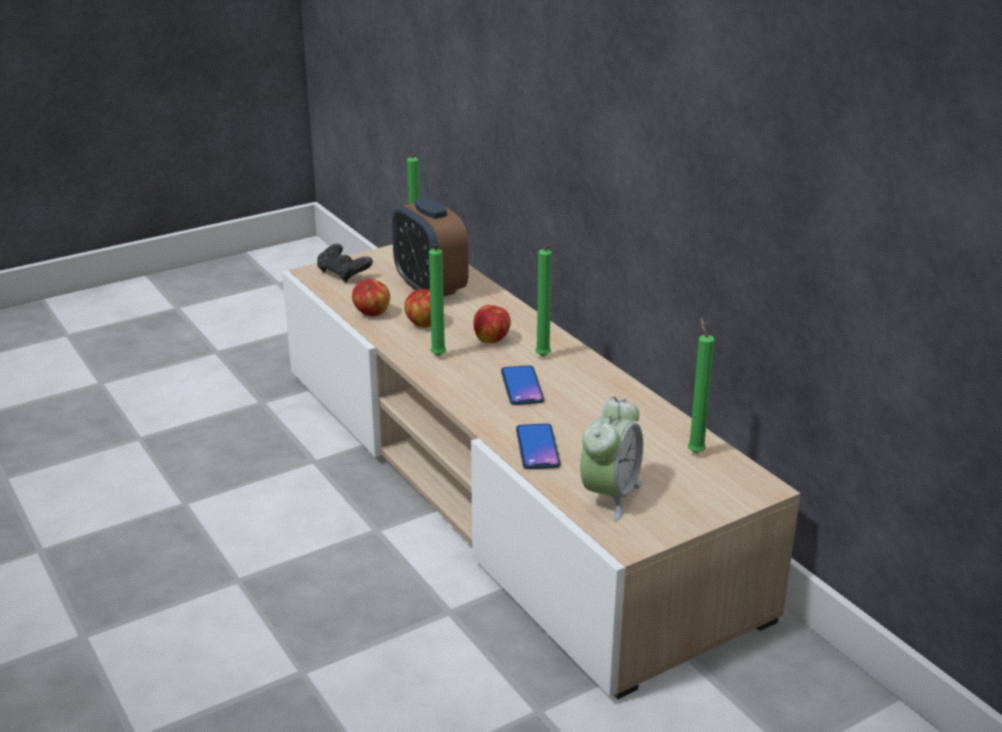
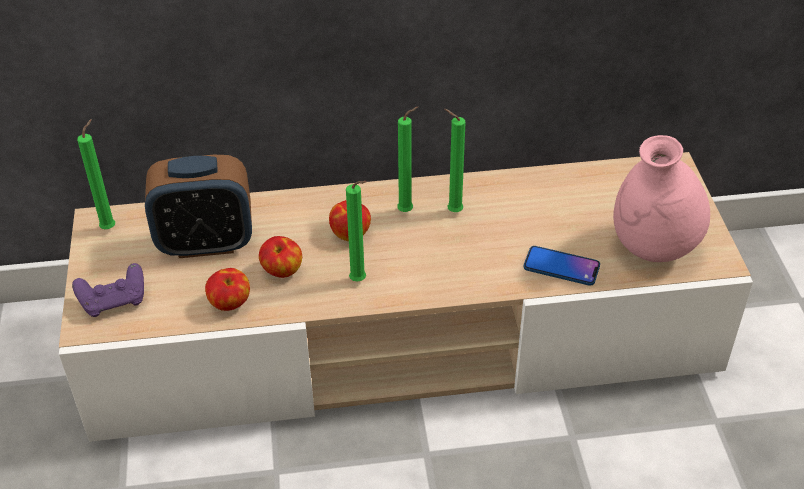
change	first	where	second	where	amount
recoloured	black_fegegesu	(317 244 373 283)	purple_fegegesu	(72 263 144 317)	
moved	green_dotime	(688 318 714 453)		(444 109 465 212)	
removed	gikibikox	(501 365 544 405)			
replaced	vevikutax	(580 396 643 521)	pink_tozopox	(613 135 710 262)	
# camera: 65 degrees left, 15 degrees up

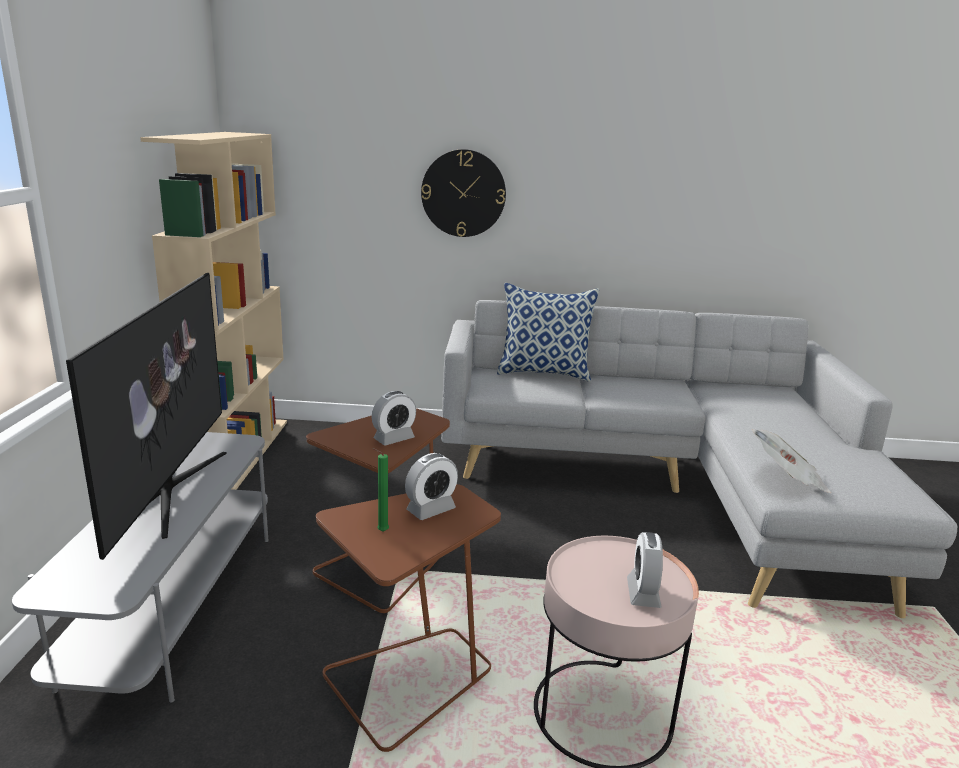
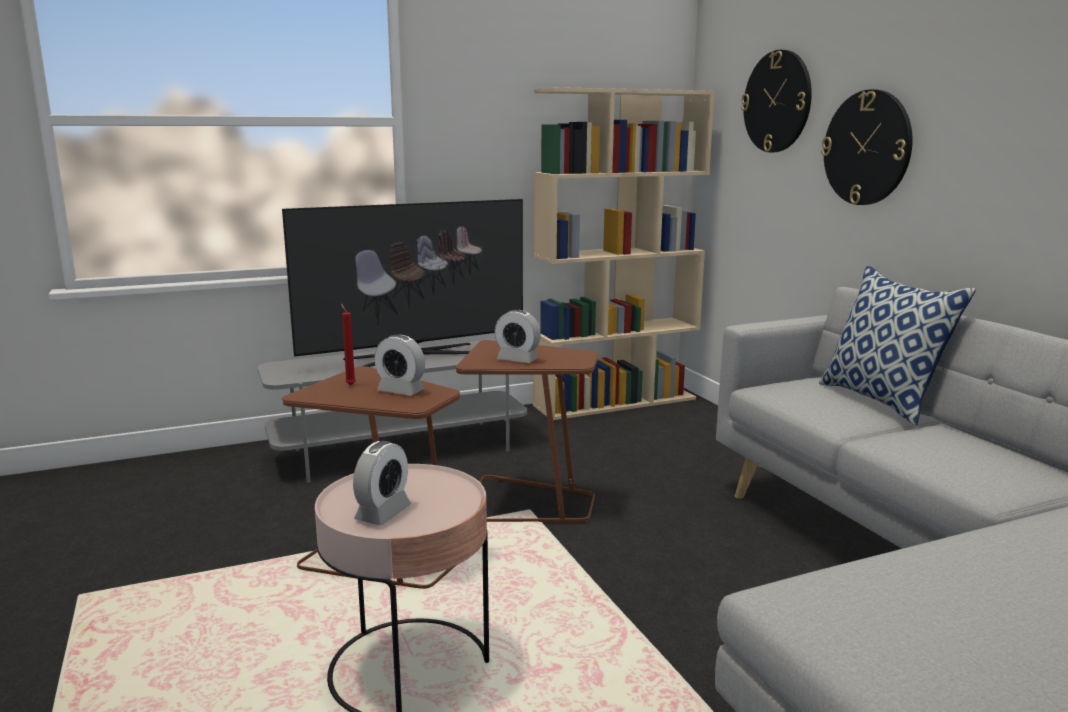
change	first	where	second	where	amount
removed	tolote	(752 429 832 493)			
recoloured	green_dotime	(373 448 389 532)	red_dotime	(341 304 356 385)	
turned	vevikutax	(627 532 663 608)		(353 441 411 525)	135 degrees clockwise
added			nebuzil	(741 50 812 152)	
# camera: 65 degrees right, 5 degrees down

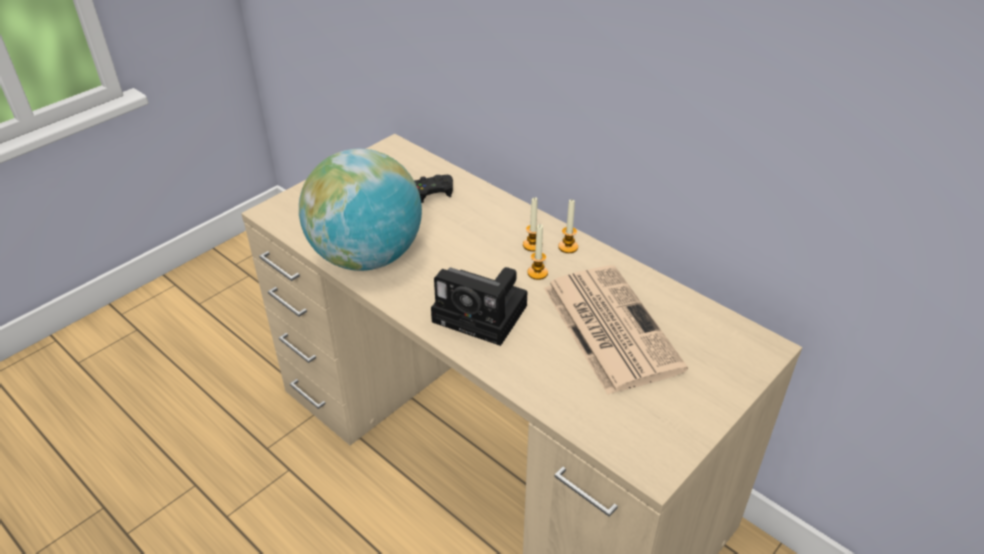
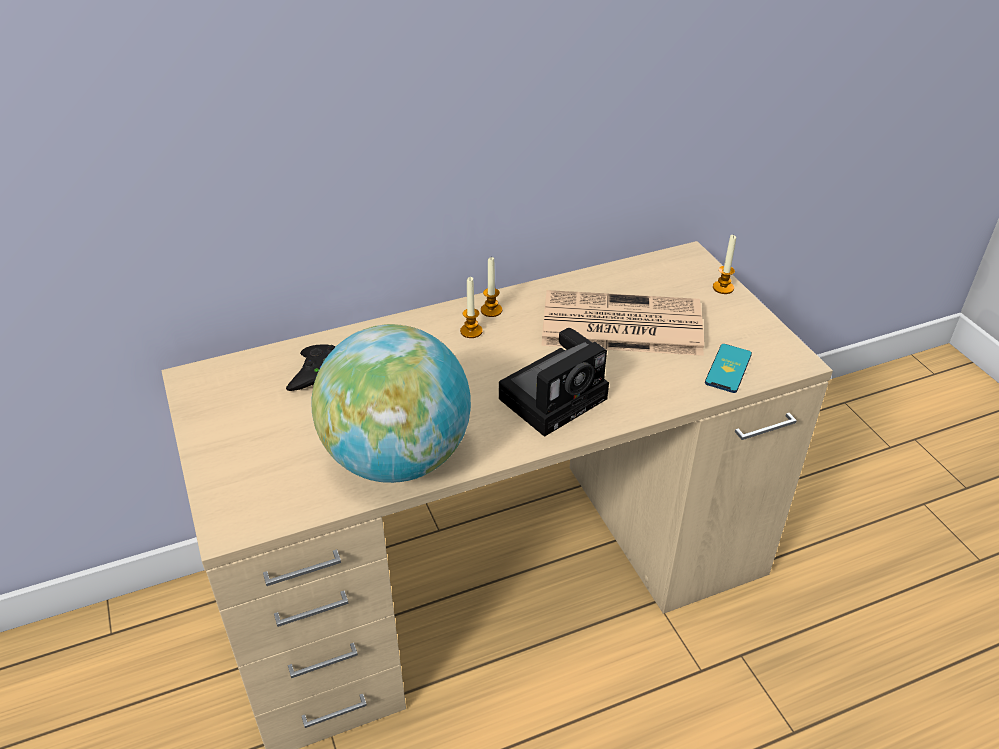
change	first	where	second	where	amount
moved	dotime	(527 224 548 280)		(713 235 736 294)	
added			gikibikox	(705 344 752 393)	
# camera: 65 degrees left, 0 degrees up

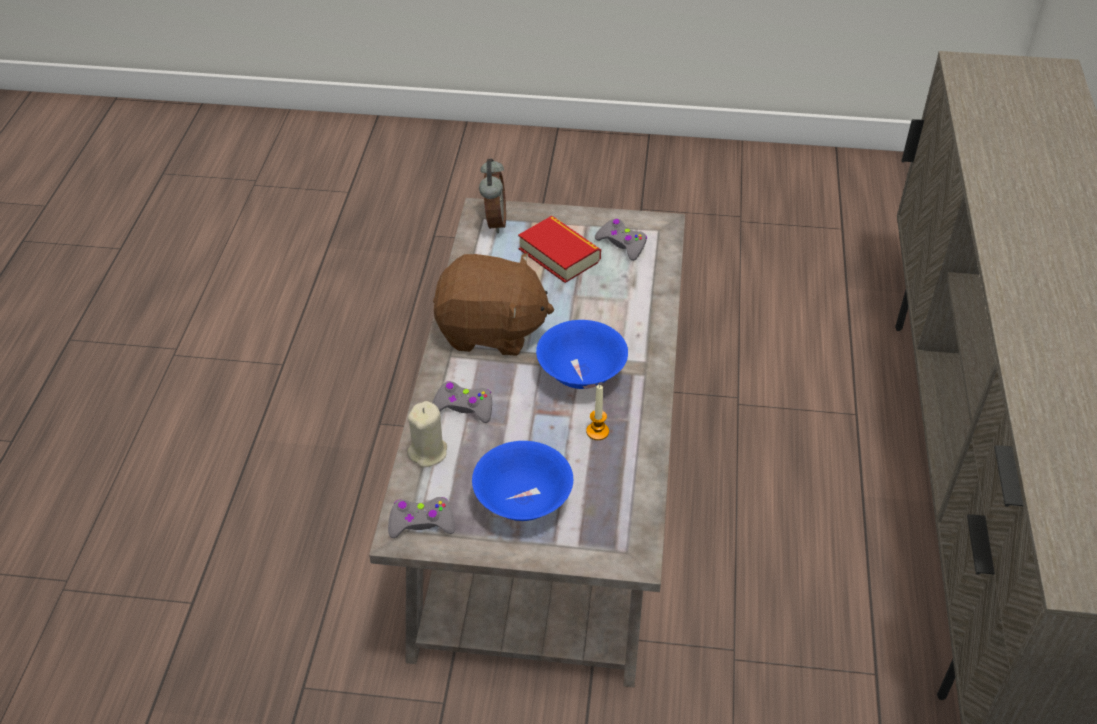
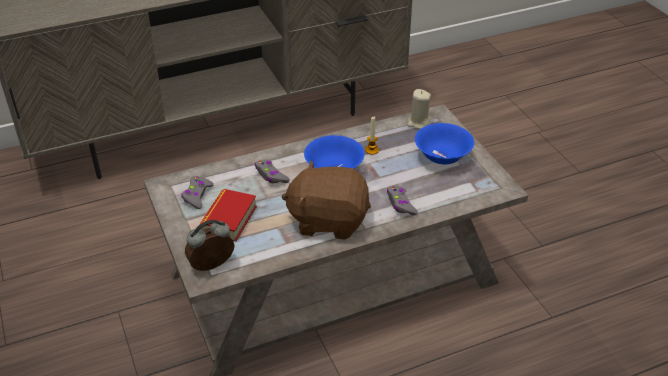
change	first	where	second	where	amount
turned	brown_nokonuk	(433 253 554 356)		(281 160 371 240)	60 degrees counterclockwise
moved	beige_dotime	(407 401 447 467)		(407 89 431 129)	
moved	grey_fegegesu	(388 497 455 538)		(255 160 290 183)	
# camera: 120 degrees left, 5 degrees down

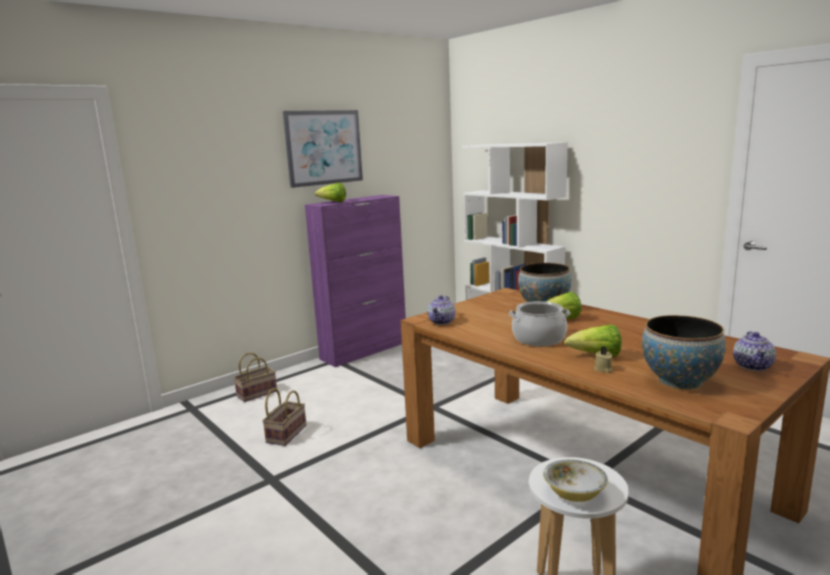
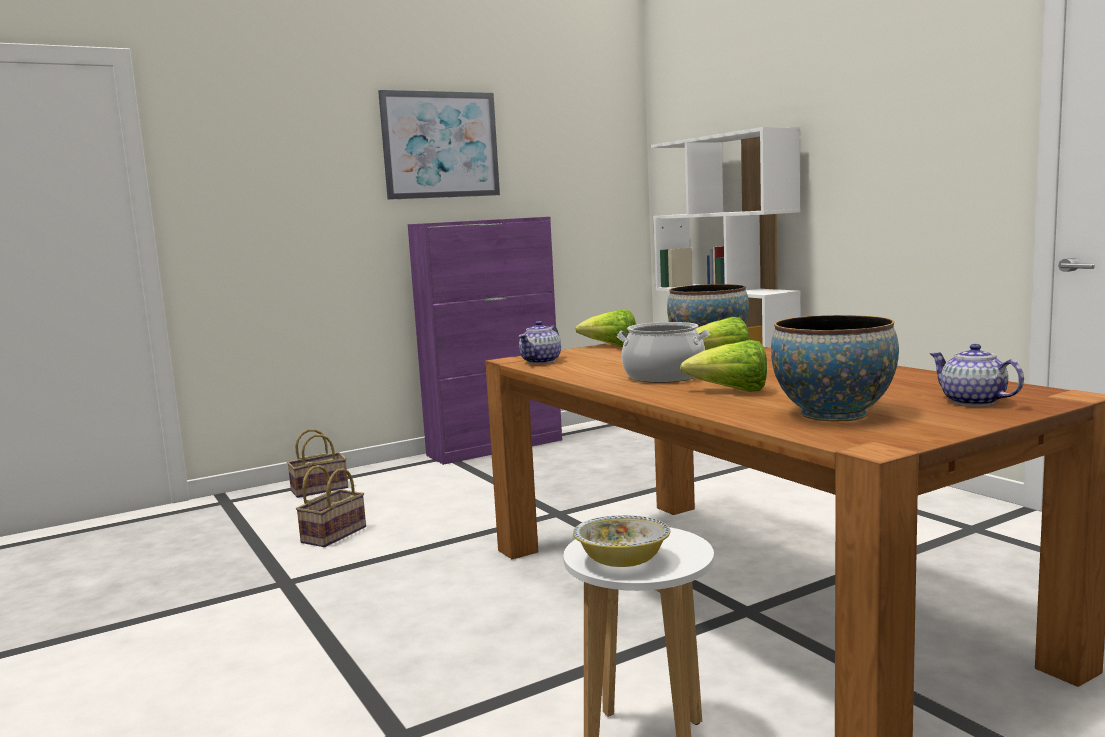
change	first	where	second	where	amount
moved	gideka	(315 183 346 202)		(576 309 636 347)	
turned	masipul	(733 331 776 371)		(930 344 1024 406)	120 degrees clockwise
removed	beige_dotime	(594 347 613 373)			
# camera: 10 degrees right, 5 degrees down

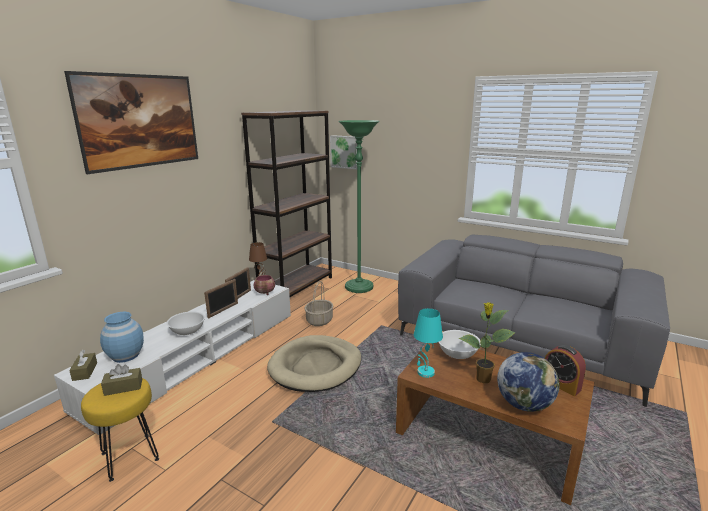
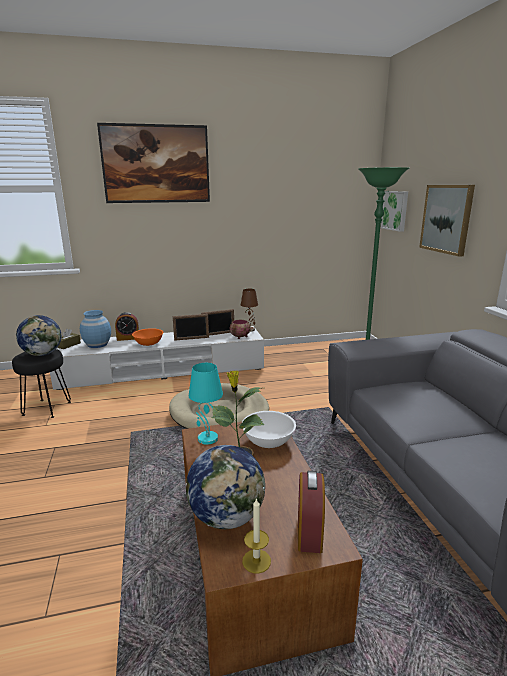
change	first	where	second	where	amount
removed	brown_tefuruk	(241 110 332 297)			
removed	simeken	(305 281 334 326)			
recoloured	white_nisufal	(167 311 205 335)	orange_nisufal	(132 328 163 346)	
replaced	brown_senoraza	(101 364 142 396)	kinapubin	(16 315 61 356)	
recoloured	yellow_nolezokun	(81 378 159 482)	black_nolezokun	(12 349 71 418)	
added			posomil	(419 185 475 257)	
added			vevikutax	(115 312 139 341)	
added			dotime	(242 498 271 574)	
# camera: 45 degrees right, 0 degrees up

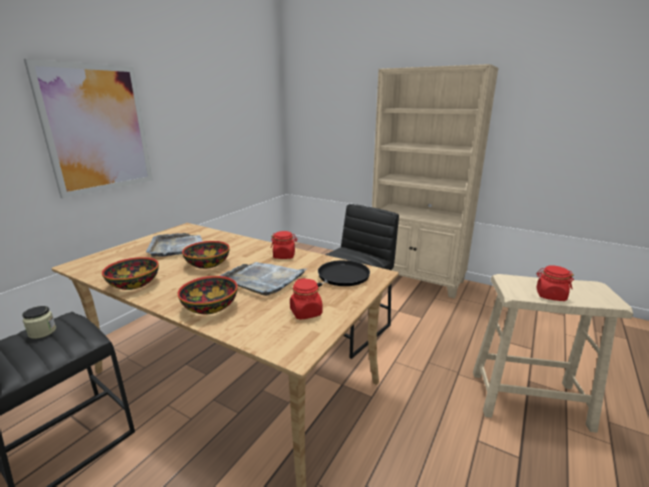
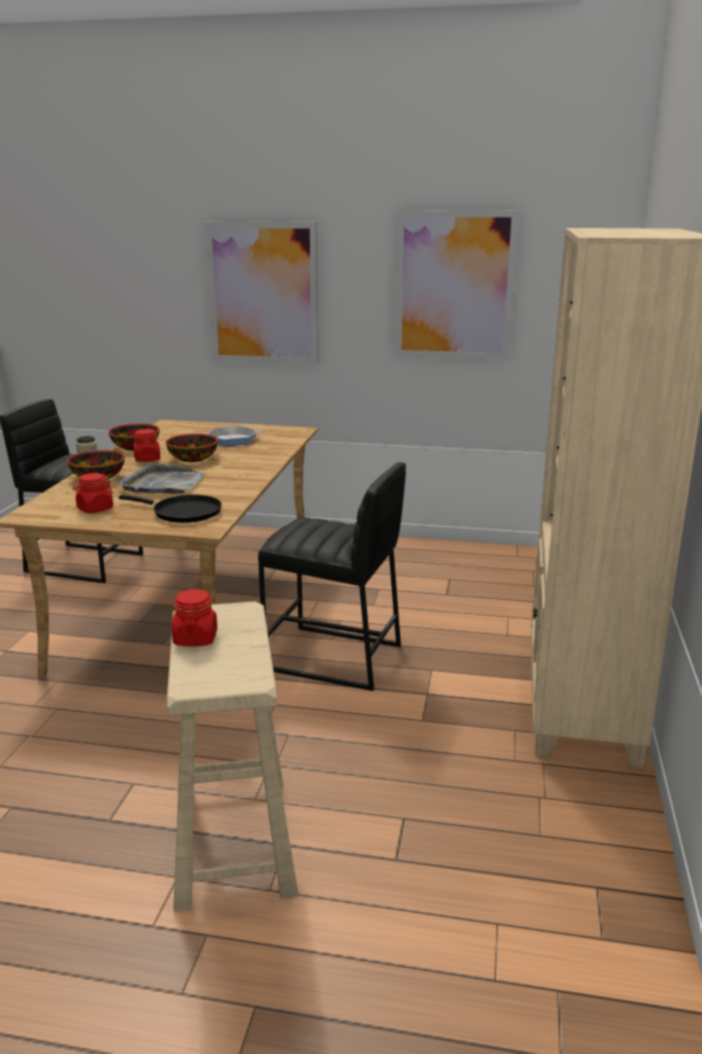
change	first	where	second	where	amount
moved	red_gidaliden	(271 231 297 259)		(133 429 160 462)	
replaced	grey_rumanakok	(146 233 203 257)	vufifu	(207 426 261 446)	
added			posomil	(395 210 519 360)	
# camera: 70 degrees right, 0 degrees up

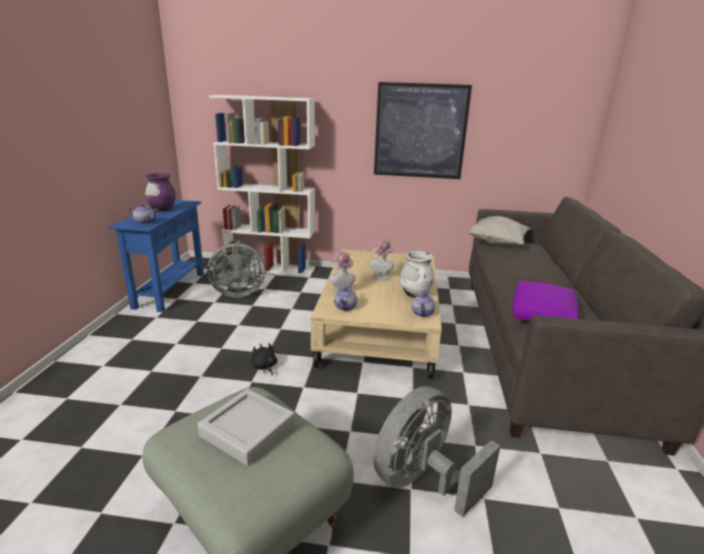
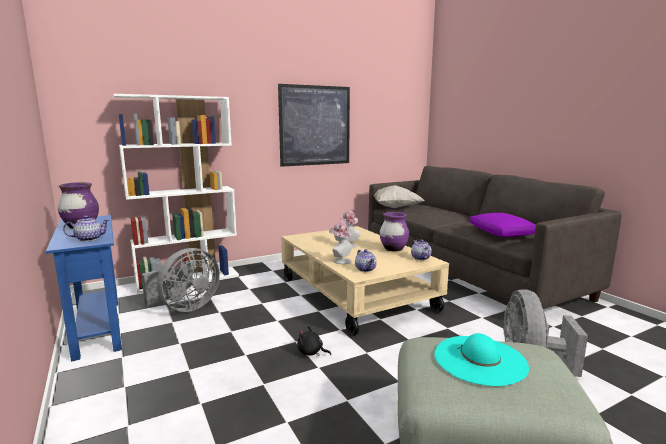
change	first	where	second	where	amount
recoloured	white_tozopox	(400 251 434 298)	purple_tozopox	(380 212 409 252)	
replaced	grey_rumanakok	(198 389 295 466)	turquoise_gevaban	(434 333 529 386)	
# camera: 35 degrees left, 10 degrees down

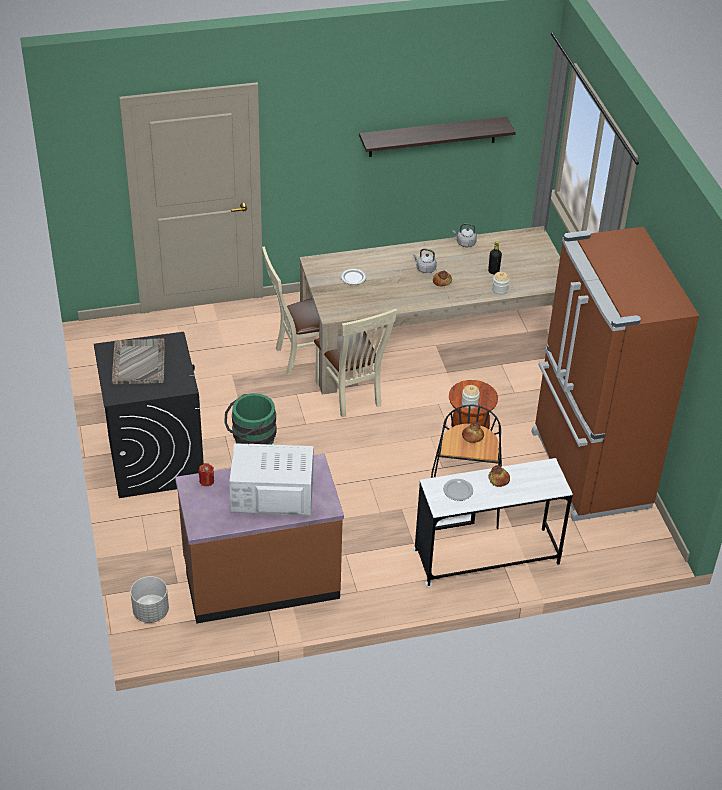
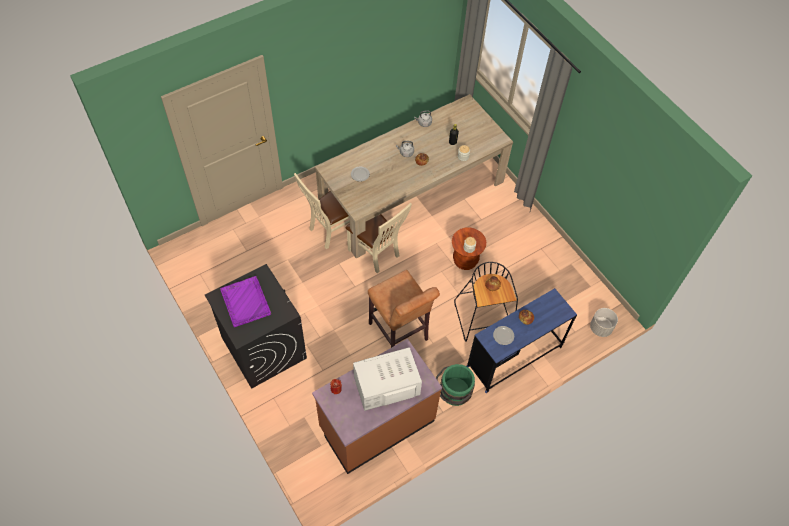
change	first	where	second	where	amount
removed	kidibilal	(359 116 516 157)			
removed	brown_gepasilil	(531 227 699 521)			
recoloured	grey_rumanakok	(112 338 165 384)	purple_rumanakok	(220 276 271 327)	
moved	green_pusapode	(224 393 277 445)		(436 364 475 406)	
recoloured	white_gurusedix	(413 458 573 587)	blue_gurusedix	(467 288 577 393)	
moved	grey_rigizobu	(130 576 169 623)		(590 308 618 337)	
added			brown_nolezokun	(368 270 440 348)	
# camera: 20 degrees left, 15 degrees up

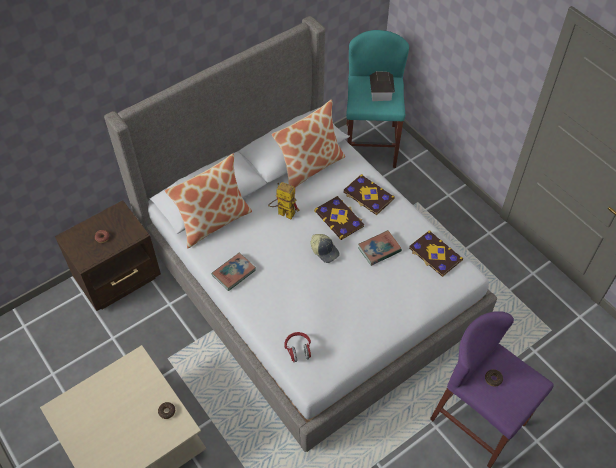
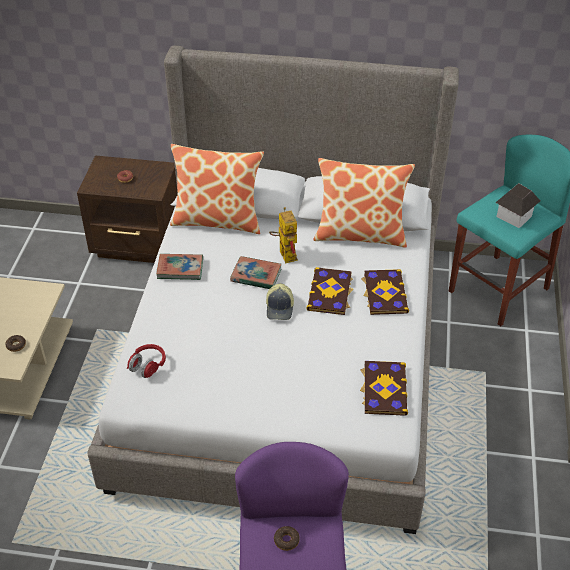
change	first	where	second	where	amount
moved	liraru	(358 230 402 266)		(230 256 282 289)	
# camera: 45 degrees right, 10 degrees down

